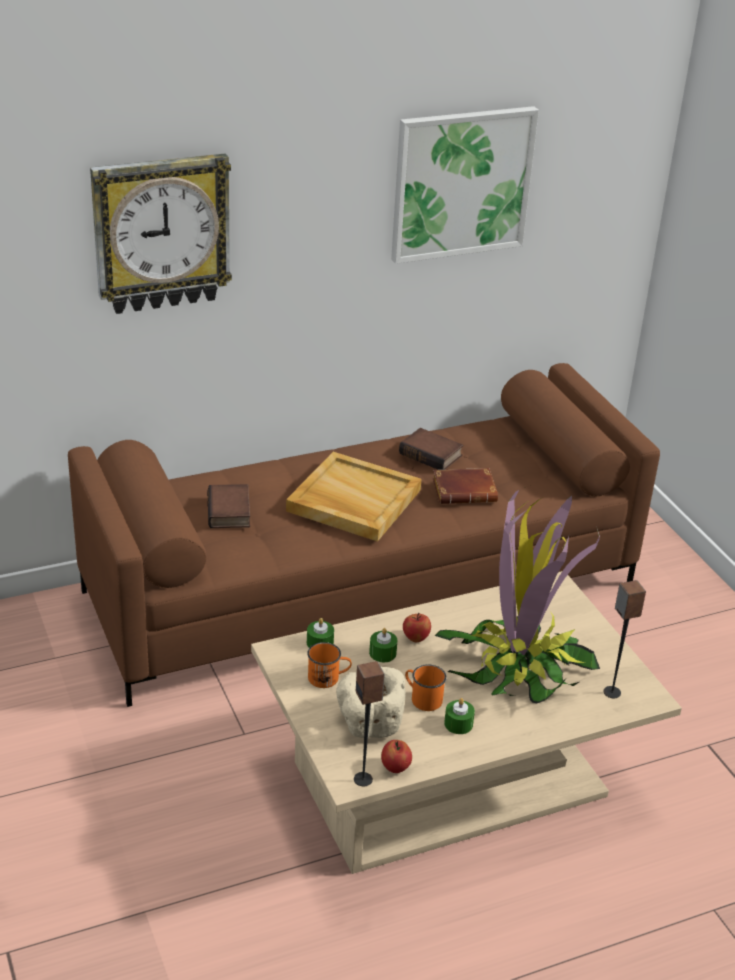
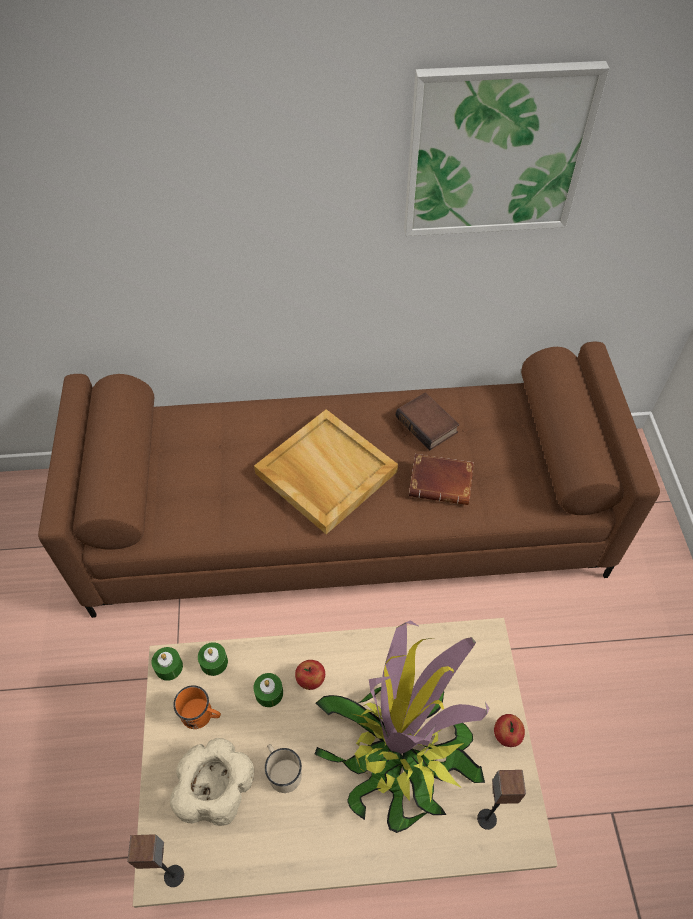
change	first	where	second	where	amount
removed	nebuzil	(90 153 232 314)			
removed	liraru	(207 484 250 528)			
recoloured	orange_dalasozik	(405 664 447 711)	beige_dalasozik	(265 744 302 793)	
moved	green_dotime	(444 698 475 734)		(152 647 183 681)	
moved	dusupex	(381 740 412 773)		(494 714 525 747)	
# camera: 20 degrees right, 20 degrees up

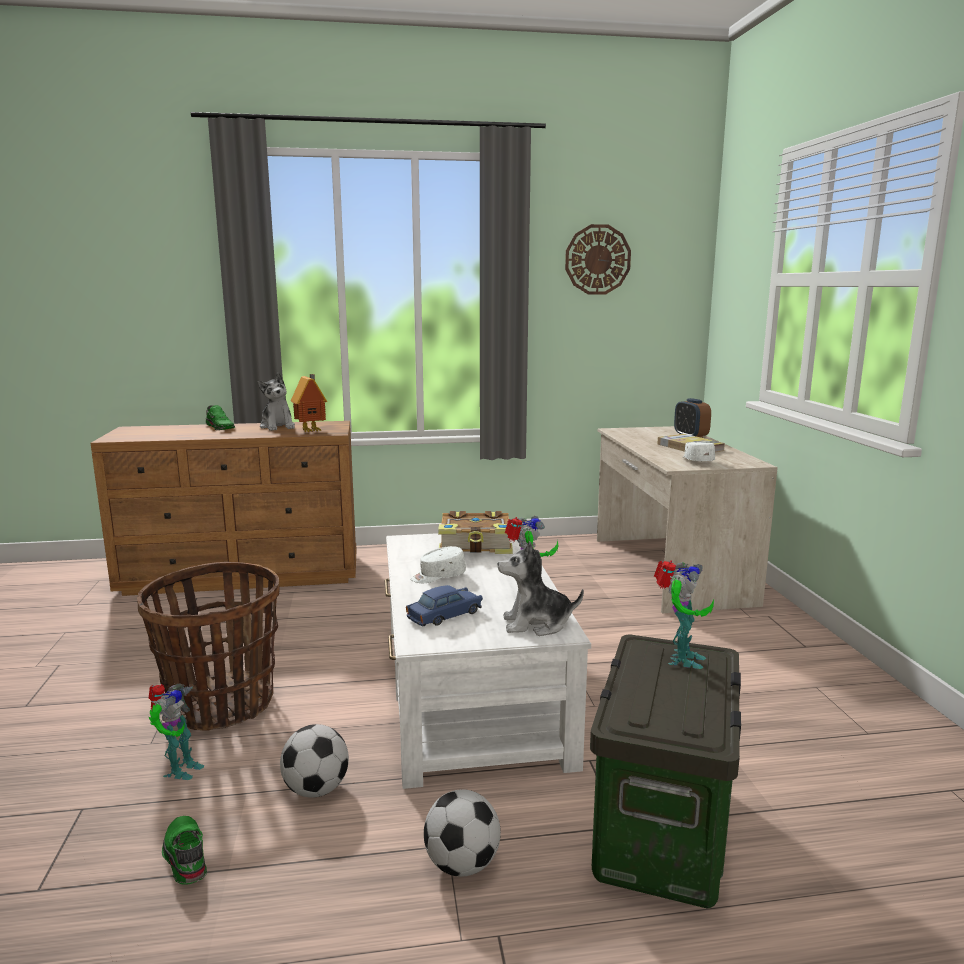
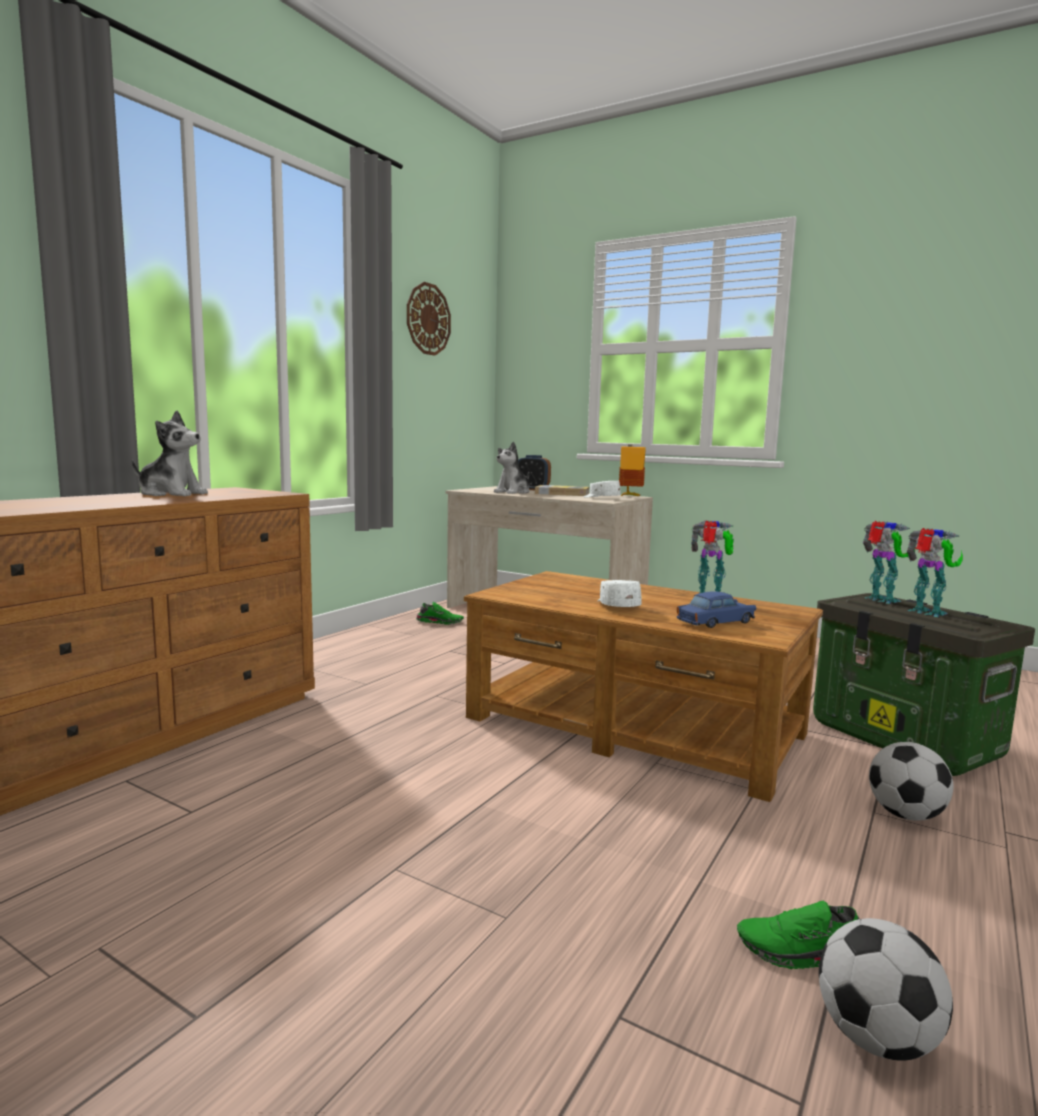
change	first	where	second	where	amount
moved	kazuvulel	(291 374 327 432)		(619 444 646 497)	
moved	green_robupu	(206 405 235 430)		(416 602 464 625)	
removed	liraru	(438 511 513 554)			
recoloured	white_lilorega	(385 533 591 789)	brown_lilorega	(464 571 823 802)	
moved	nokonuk	(498 541 584 636)		(494 442 530 494)	
turned	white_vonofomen	(411 546 466 583)		(597 580 642 607)	150 degrees clockwise
removed	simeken	(137 562 280 731)			
turned	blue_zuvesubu	(406 585 483 626)		(677 591 756 628)	60 degrees clockwise
moved	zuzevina	(149 683 204 780)		(907 528 963 617)	
moved	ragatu	(280 724 349 798)		(819 918 953 1061)	
# camera: 50 degrees left, 5 degrees down

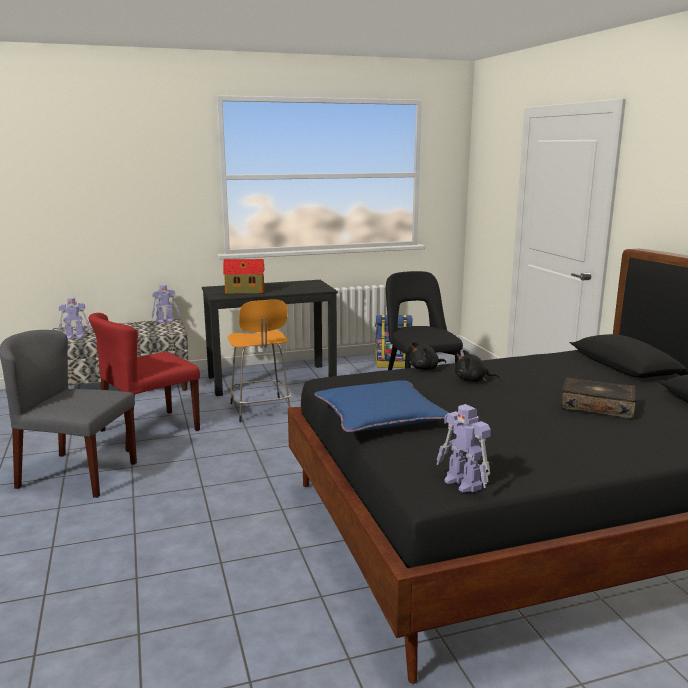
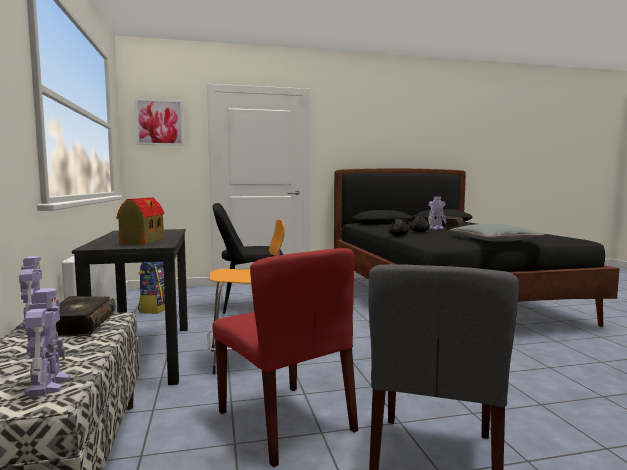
change	first	where	second	where	amount
recoloured	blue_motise	(314 380 449 432)	grey_motise	(450 224 545 242)	
moved	zuzevina	(437 404 491 492)		(428 196 447 230)	
added			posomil	(135 99 184 146)	
added			liraru	(56 296 115 337)	
# camera: 85 degrees left, 10 degrees down

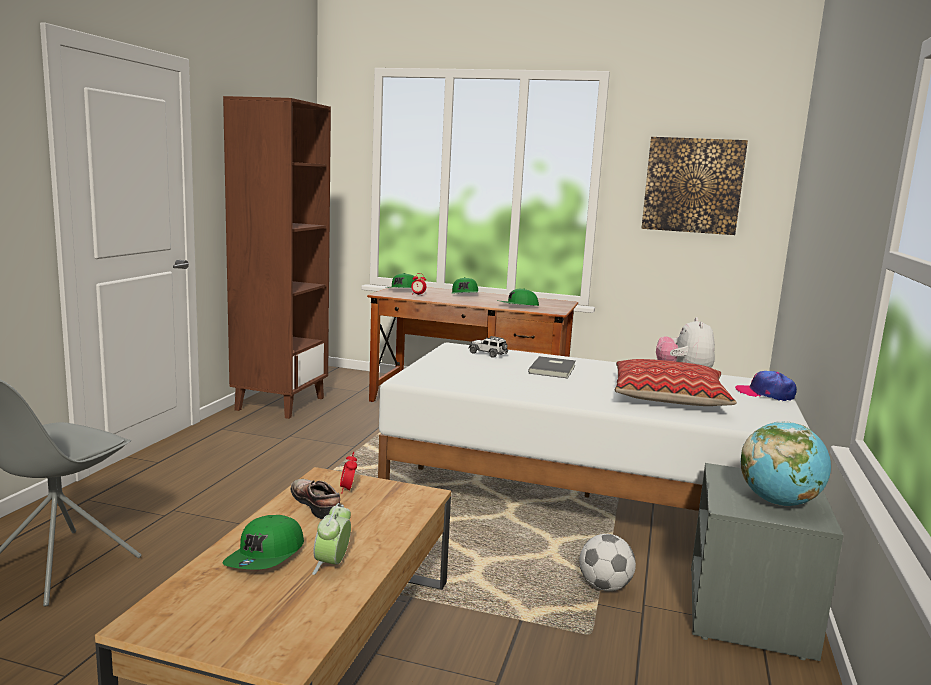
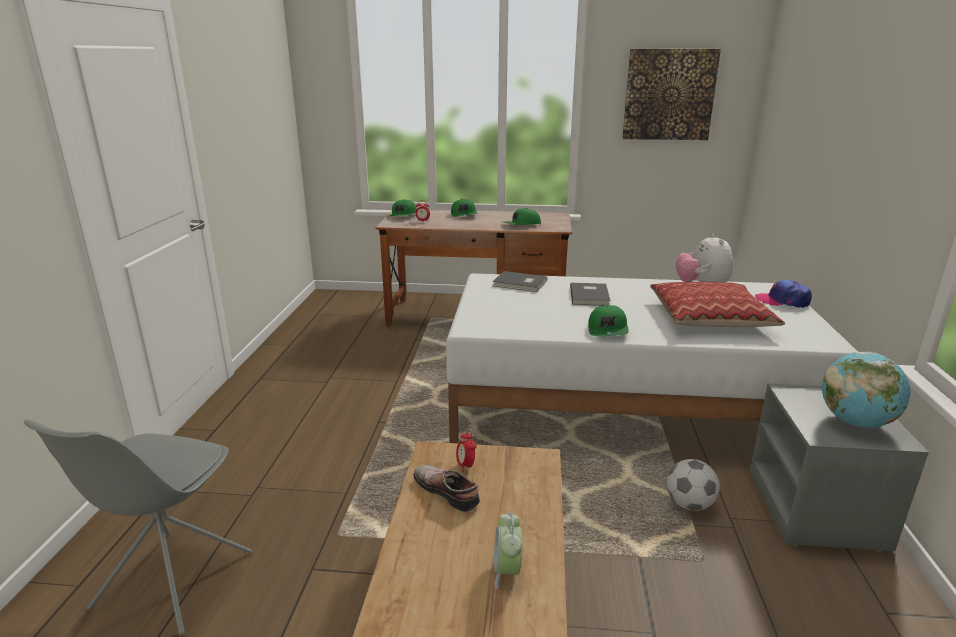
change	first	where	second	where	amount
removed	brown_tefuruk	(223 96 331 419)			
replaced	zuvesubu	(468 336 508 358)	grey_liraru	(493 271 547 292)	
moved	green_vonofomen	(222 515 304 570)		(588 305 629 336)	
# camera: 10 degrees left, 10 degrees up

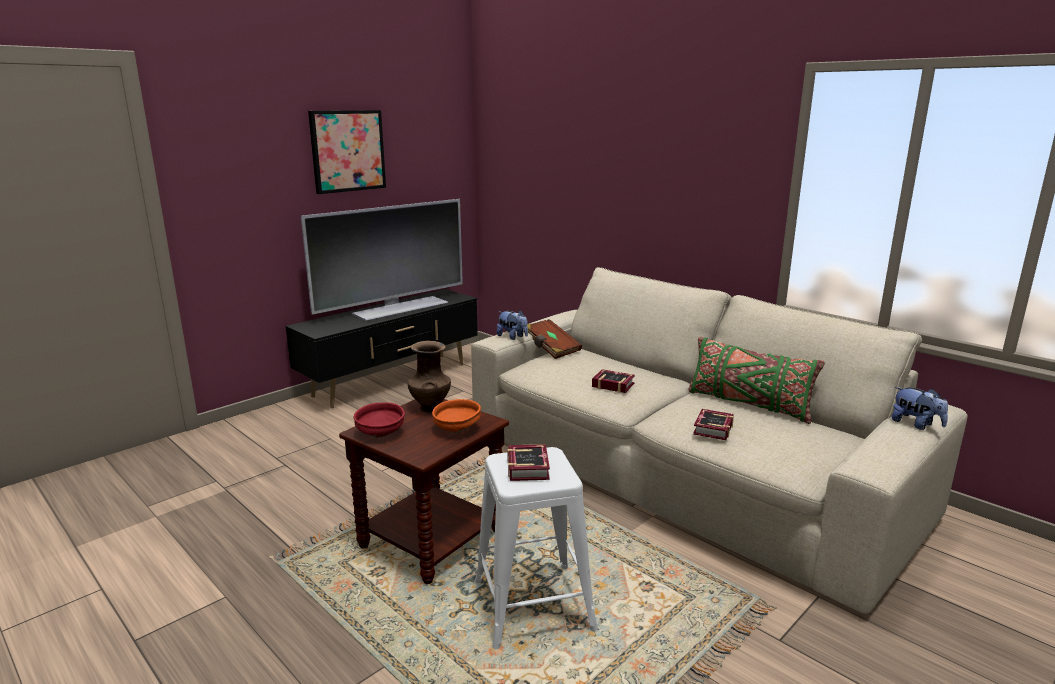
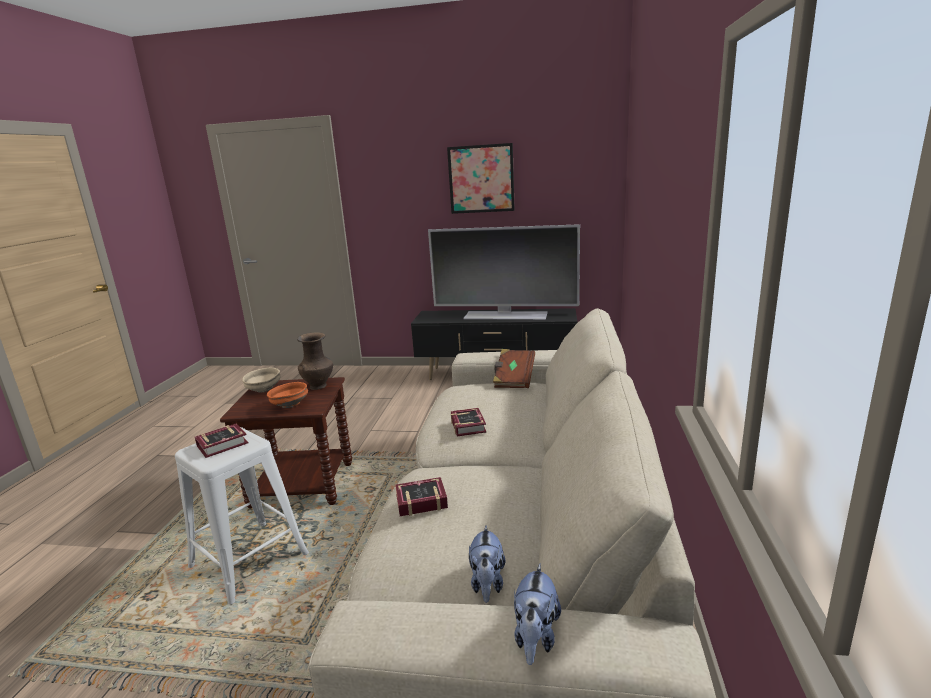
change	first	where	second	where	amount
moved	nokonuk	(497 310 528 340)		(469 525 505 603)	
removed	green_motise	(688 337 825 424)			
recoloured	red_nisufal	(354 402 405 437)	beige_nisufal	(242 368 280 393)	
# camera: 55 degrees right, 0 degrees up

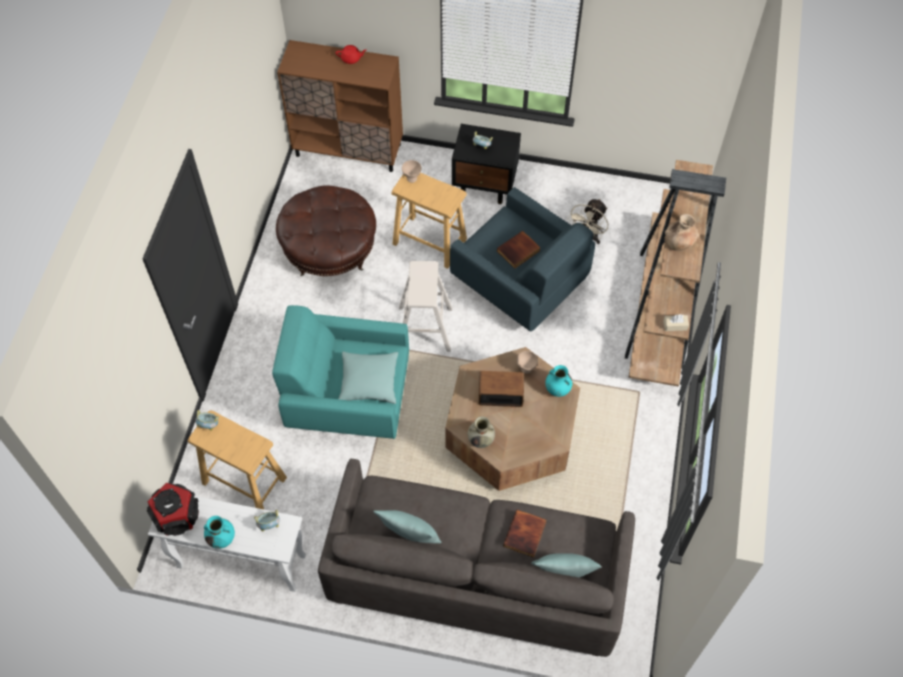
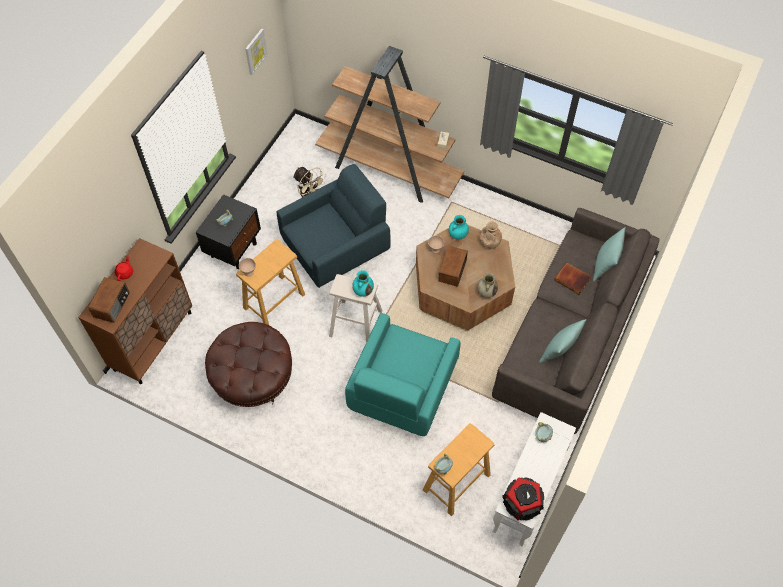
change	first	where	second	where	amount
moved	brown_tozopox	(665 214 699 251)		(480 221 502 249)	
removed	liraru	(497 231 541 269)			
removed	turquoise_motise	(338 351 398 404)			
moved	turquoise_tozopox	(204 516 235 549)		(352 270 374 297)	
added			posomil	(245 29 268 75)	
added			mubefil	(88 277 130 323)	
# camera: 75 degrees left, 0 degrees up

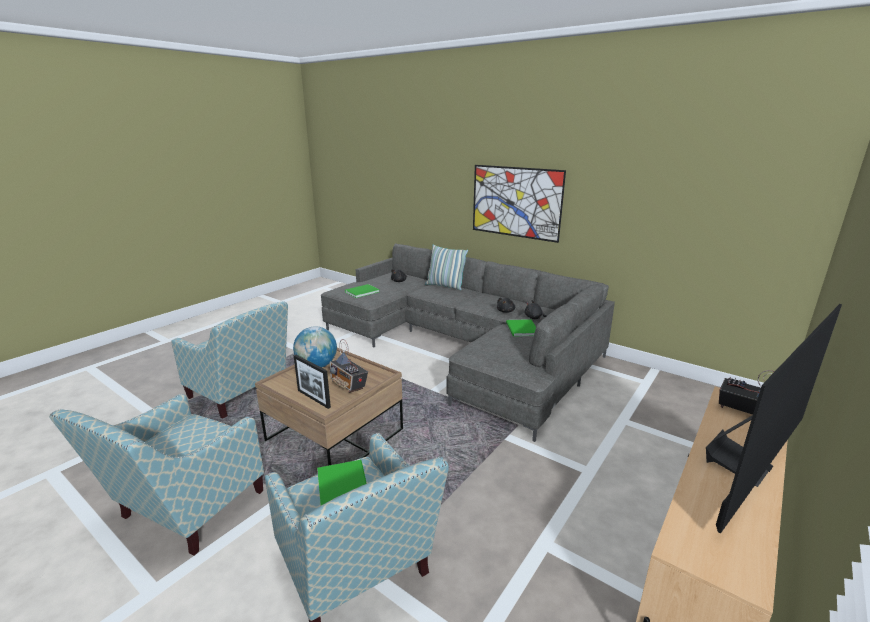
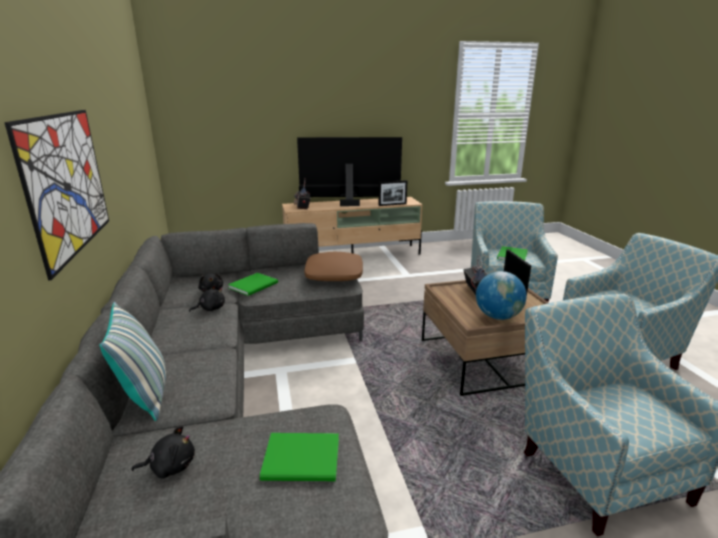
change	first	where	second	where	amount
added			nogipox	(379 180 407 206)	
added			brown_motise	(304 252 363 281)	
# camera: 140 degrees left, 0 degrees up

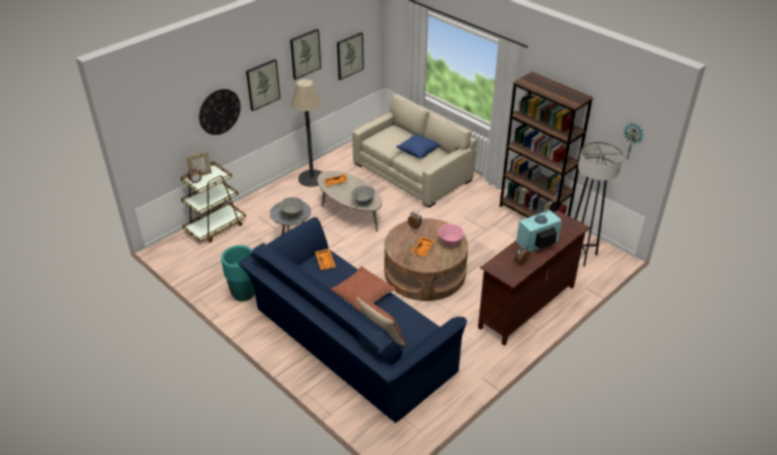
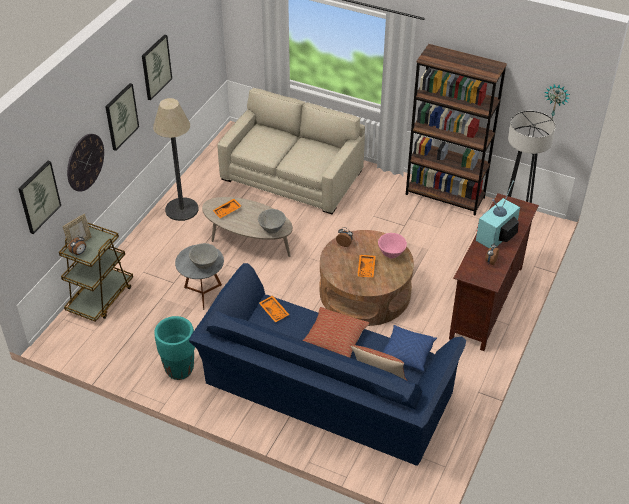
change	first	where	second	where	amount
moved	posomil	(337 32 364 80)		(18 161 61 234)	
moved	blue_motise	(396 134 441 159)		(383 325 437 371)	
# camera: 20 degrees left, 5 degrees up

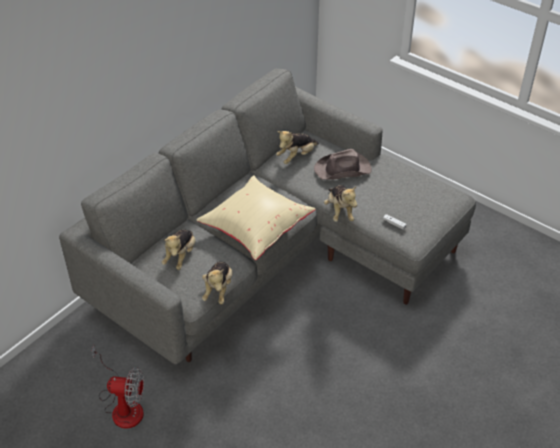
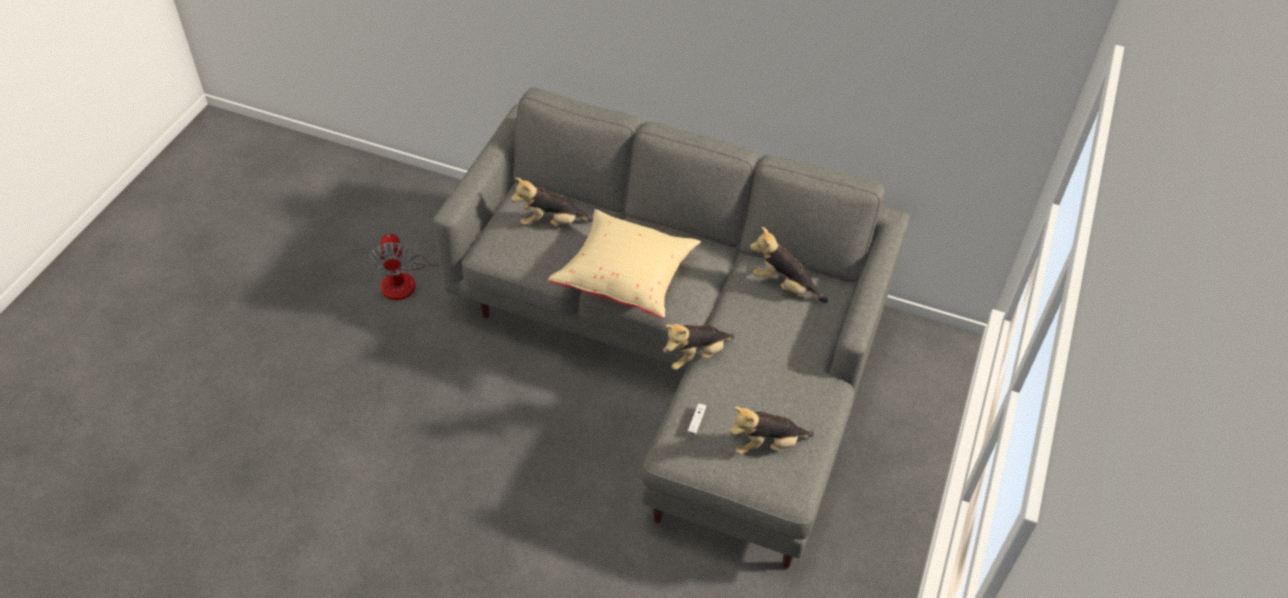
change	first	where	second	where	amount
removed	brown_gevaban	(314 149 372 180)			
moved	nokonuk	(202 262 232 304)		(730 406 814 455)	
# camera: 70 degrees right, 5 degrees up

